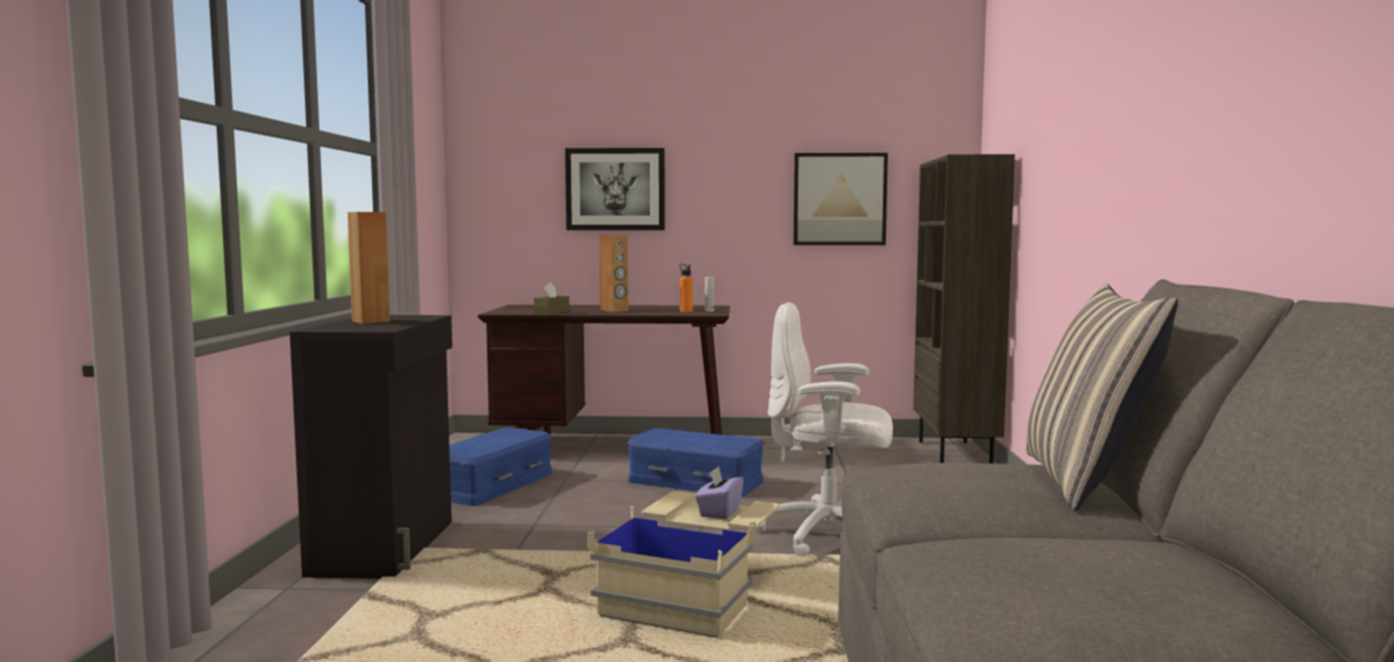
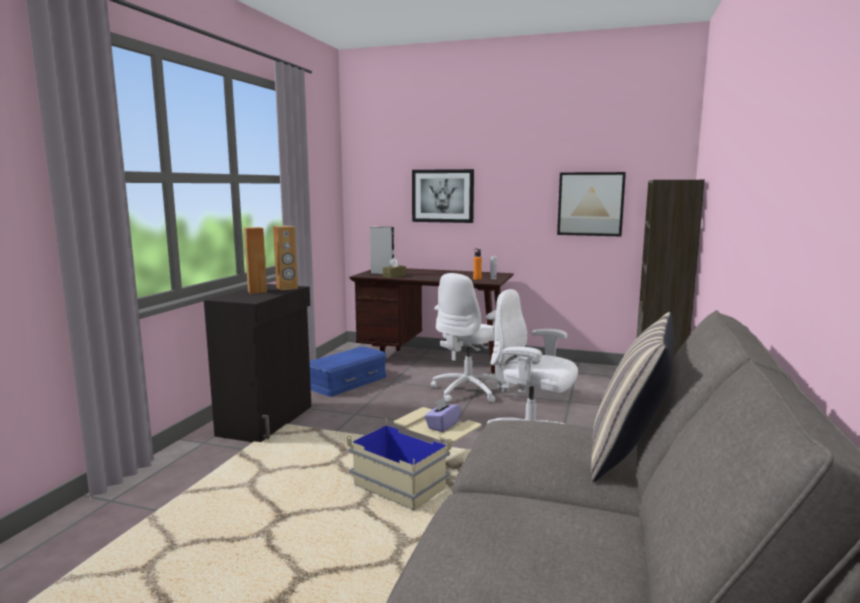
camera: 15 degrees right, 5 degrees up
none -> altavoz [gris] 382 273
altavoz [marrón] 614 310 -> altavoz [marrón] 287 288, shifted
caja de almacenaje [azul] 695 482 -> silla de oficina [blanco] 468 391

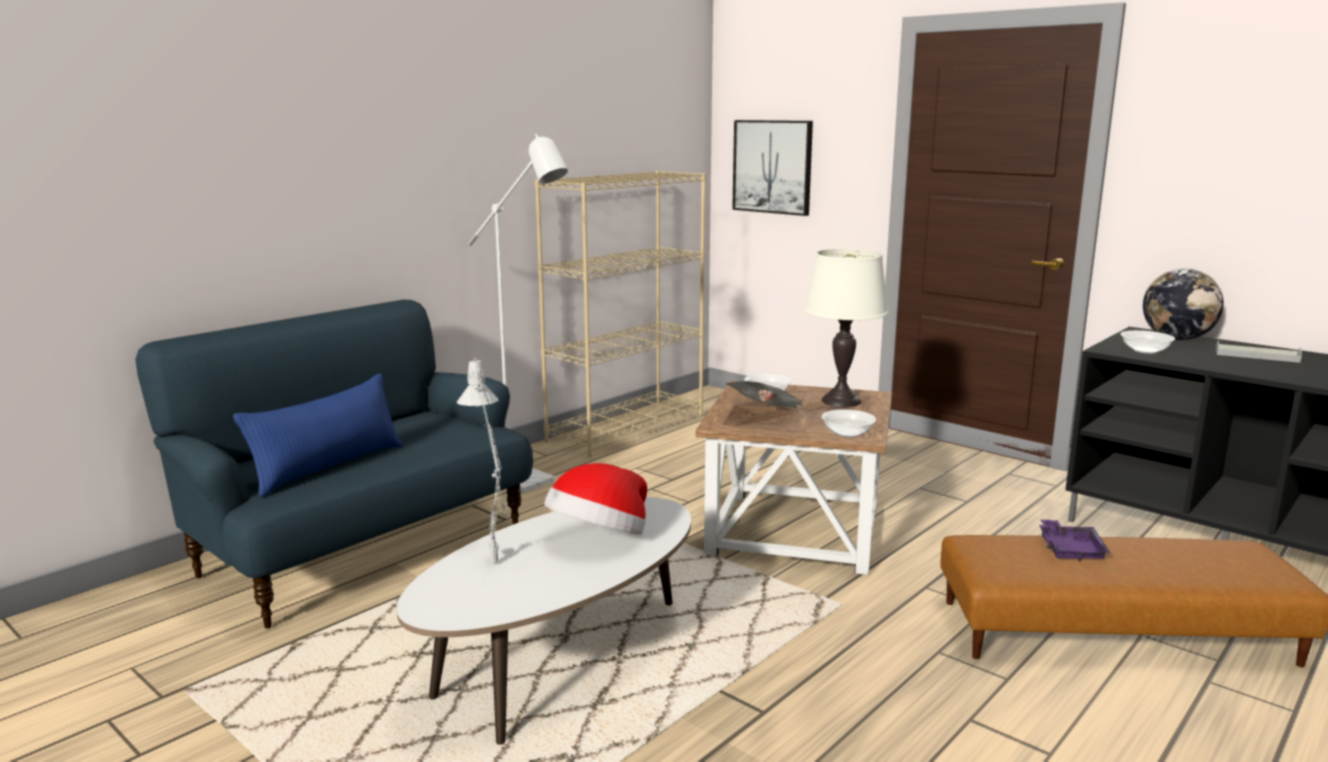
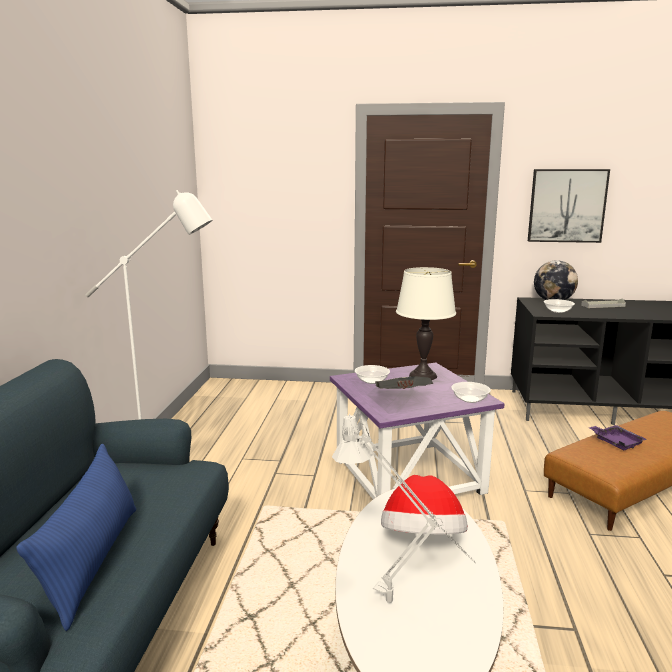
camera: 35 degrees left, 0 degrees up
estantería [beis] 627 427 -> none
cuadro 772 166 -> cuadro 567 206, shifted
mesa auxiliar [marrón] 797 530 -> mesa auxiliar [morado] 409 475

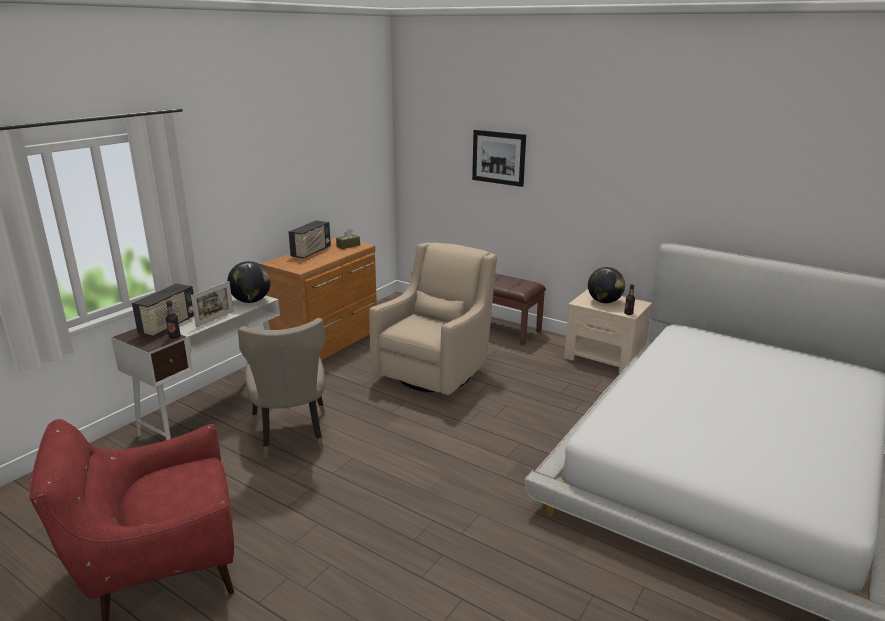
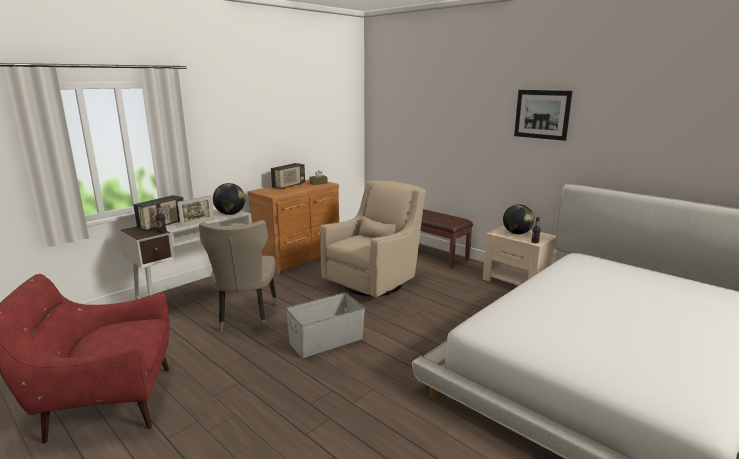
camera: 10 degrees right, 5 degrees down
none -> caja de almacenaje [gris] 326 341
cuadro 498 157 -> cuadro 542 114, shifted

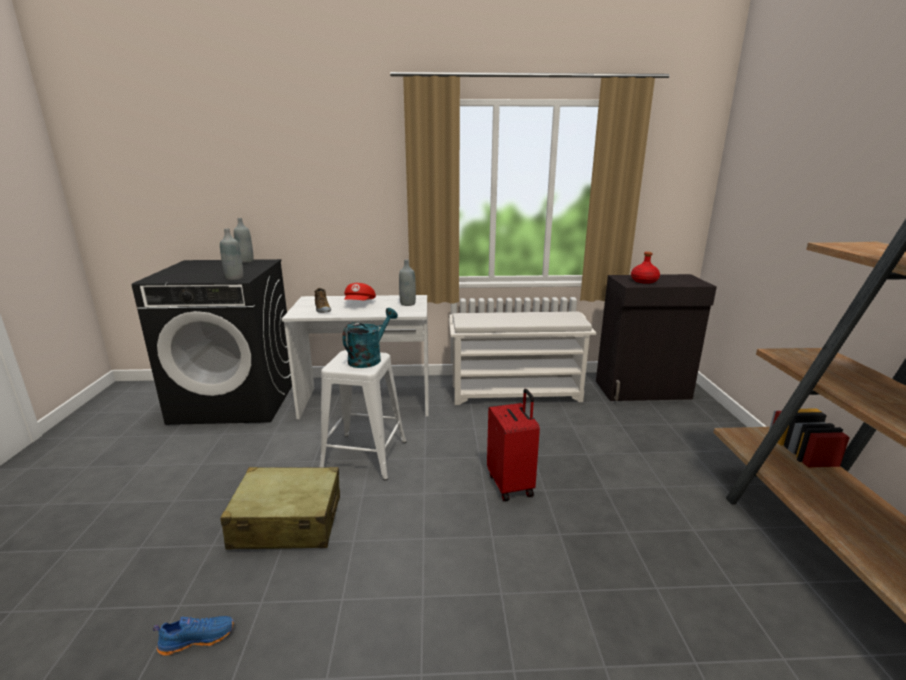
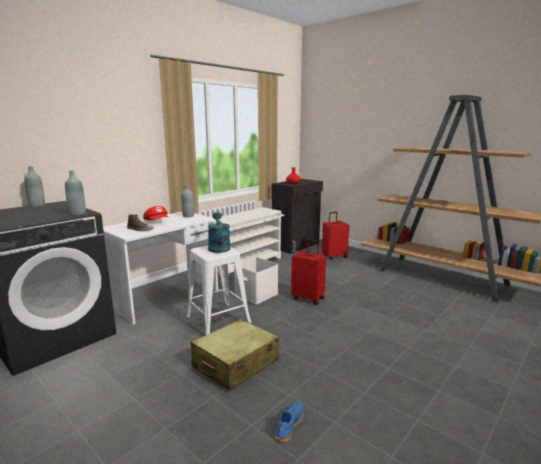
camera: 45 degrees left, 5 degrees down
none -> caja de almacenaje [blanco] 257 294
none -> maleta [rojo] 334 256

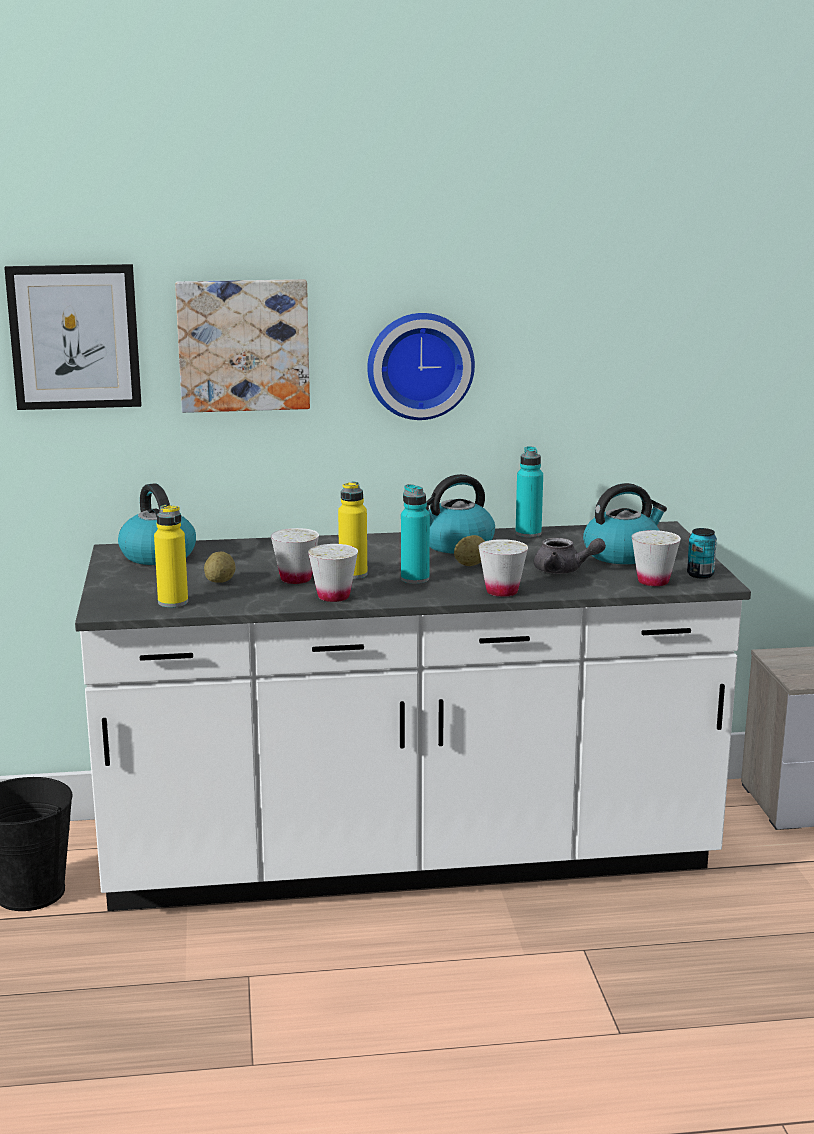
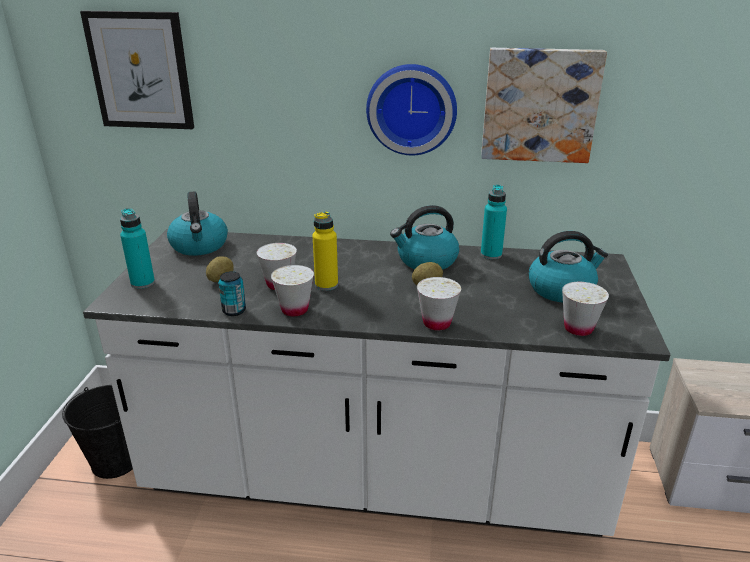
camera: 15 degrees right, 10 degrees up
botella [amarillo] 173 602 -> none
tetera [gris] 564 571 -> none
cuadro 243 344 -> cuadro 539 105, shifted
botella [turquesa] 415 579 -> botella [turquesa] 143 283, shifted
lata 700 574 -> lata 234 311, shifted

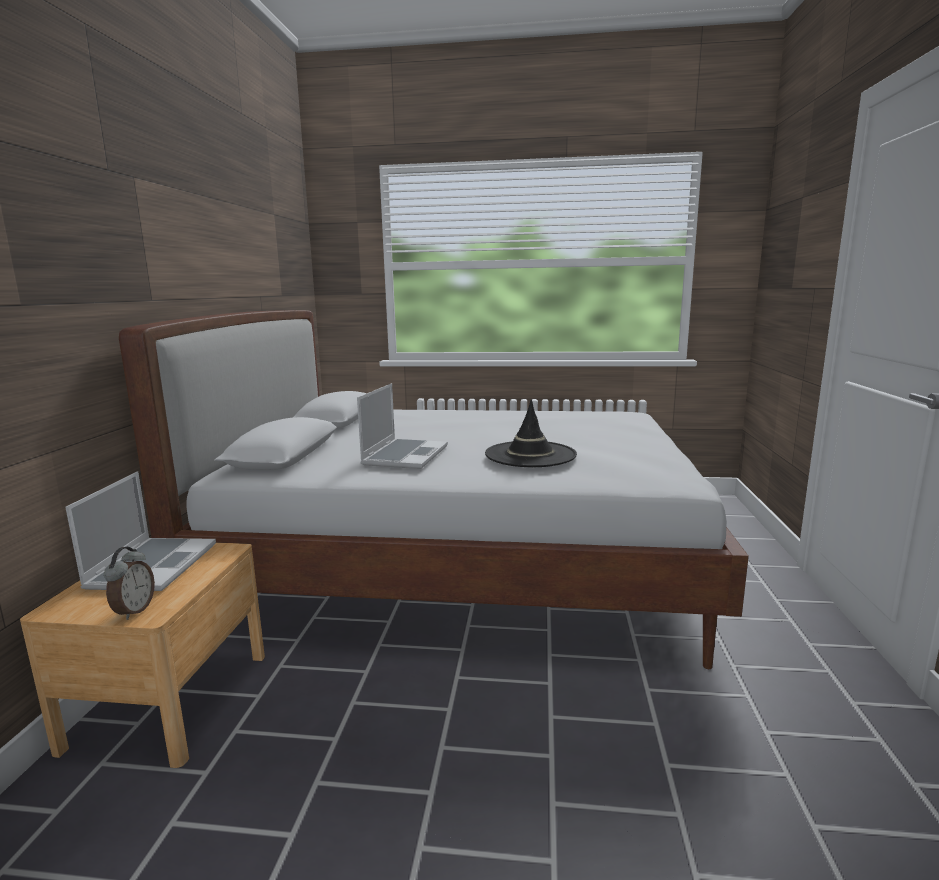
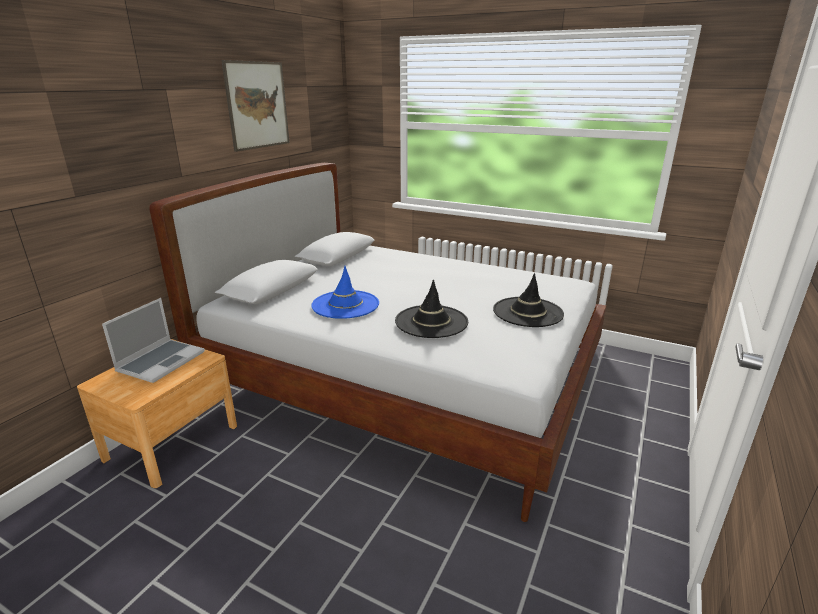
camera: 20 degrees right, 10 degrees up
despertador 133 611 -> none
none -> cuadro 257 105
none -> sombrero [negro] 527 312
portátil 405 455 -> sombrero [azul] 345 304

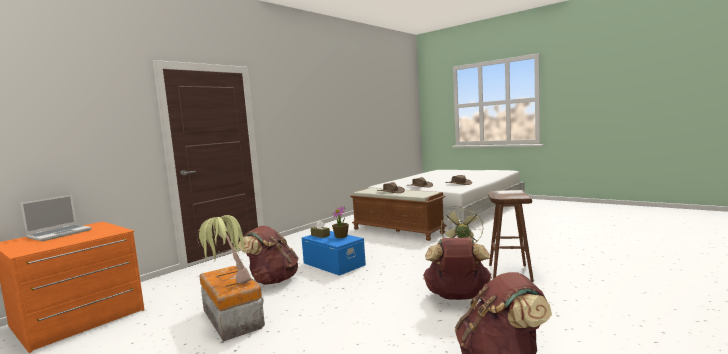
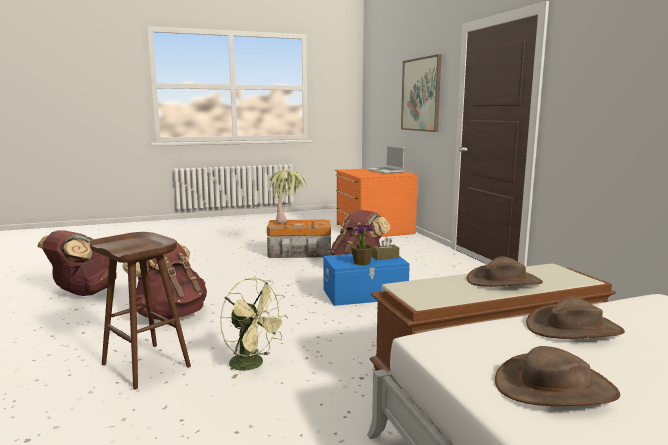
camera: 120 degrees right, 5 degrees up
none -> cuadro 421 94

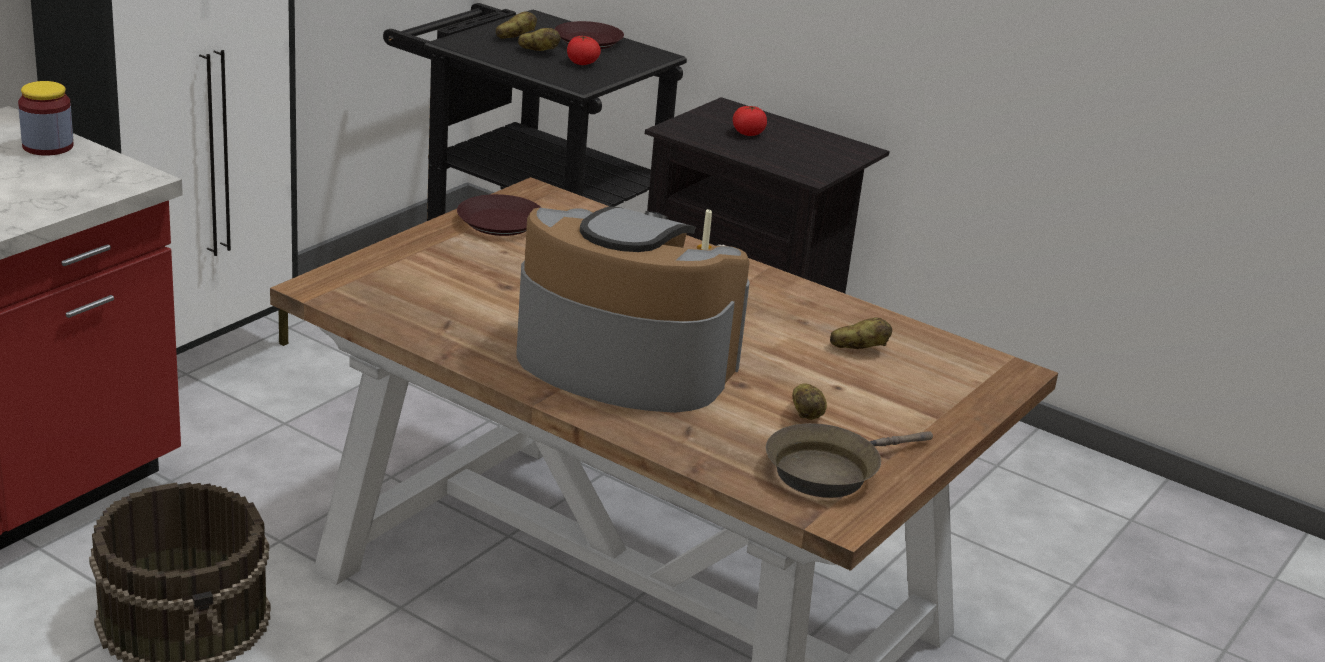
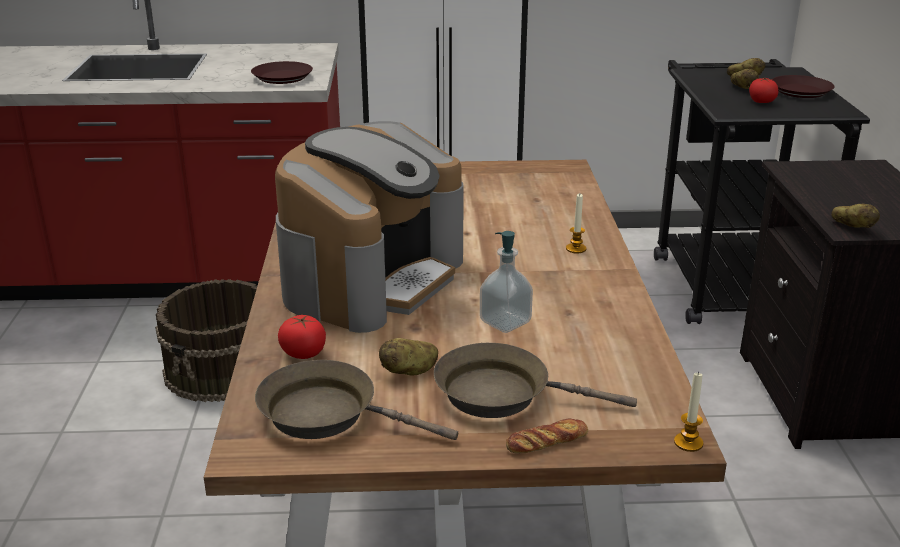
camera: 55 degrees right, 0 degrees up
tarro 48 146 -> none
none -> sartén [marrón] 502 394
none -> dispensador de jabón 505 322
none -> pan 546 442
none -> vela 688 443
plato [marrón] 499 222 -> plato [marrón] 282 77, shifted
tomate 748 133 -> tomate 303 353, shifted
patata 859 349 -> patata 853 227, shifted
cafetera 622 363 -> cafetera 372 278, 45 degrees clockwise

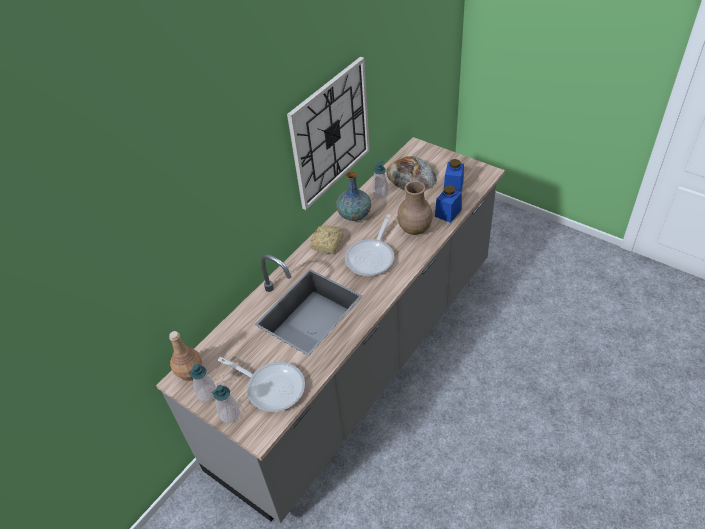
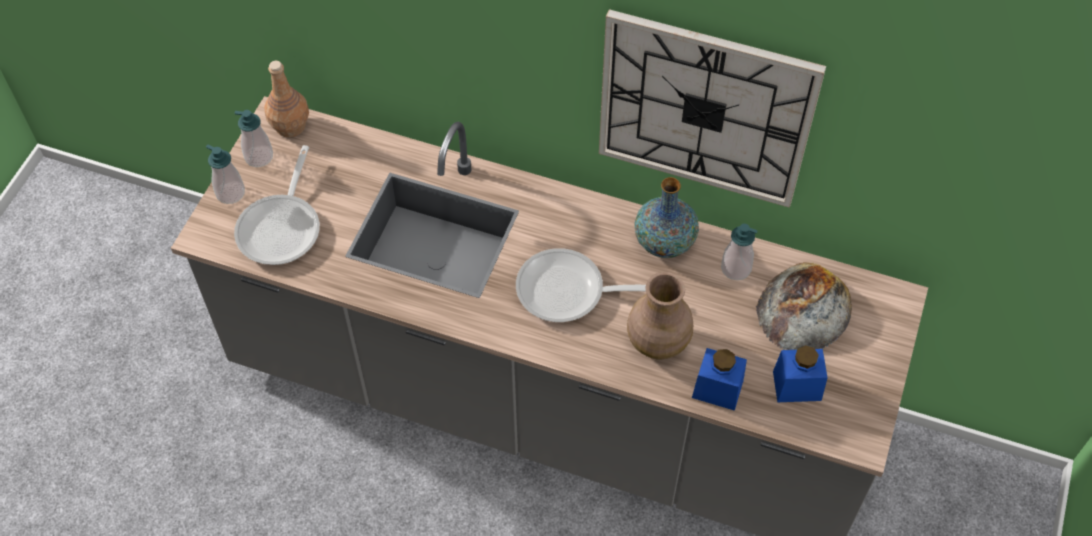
camera: 70 degrees right, 10 degrees up
pan 328 243 -> none

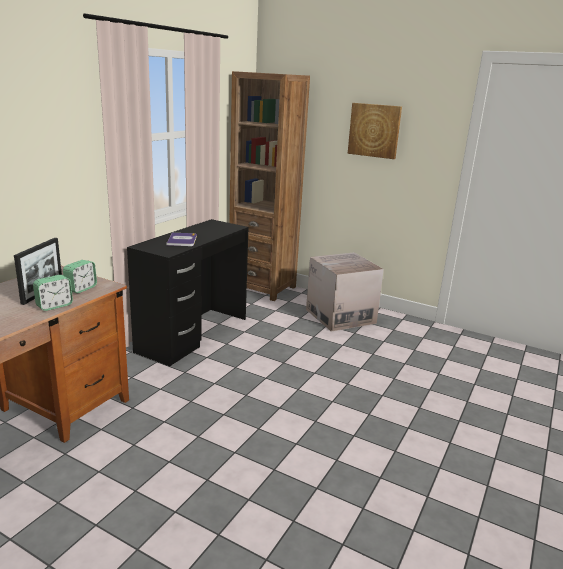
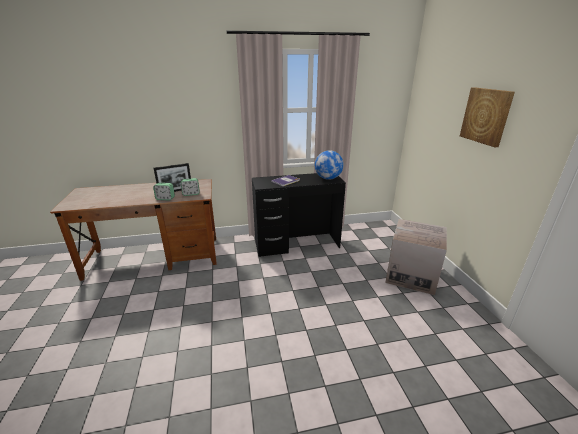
camera: 50 degrees right, 5 degrees up
estantería [marrón] 262 287 -> none
none -> globo terráqueo 328 178

